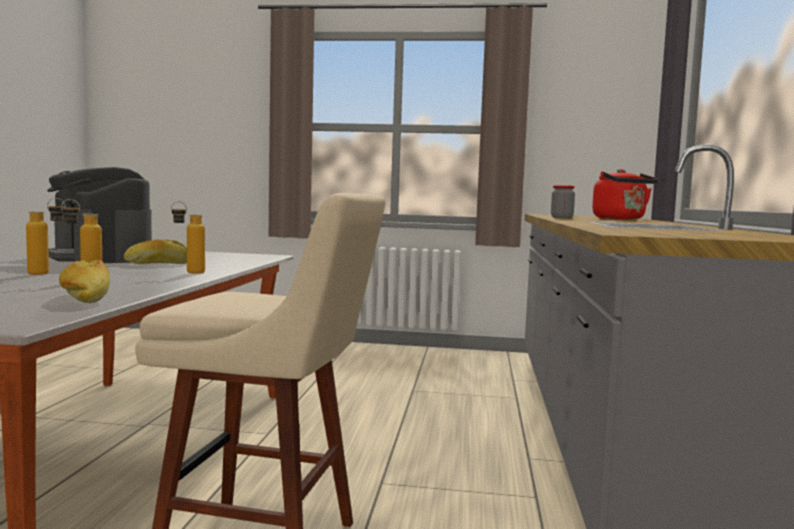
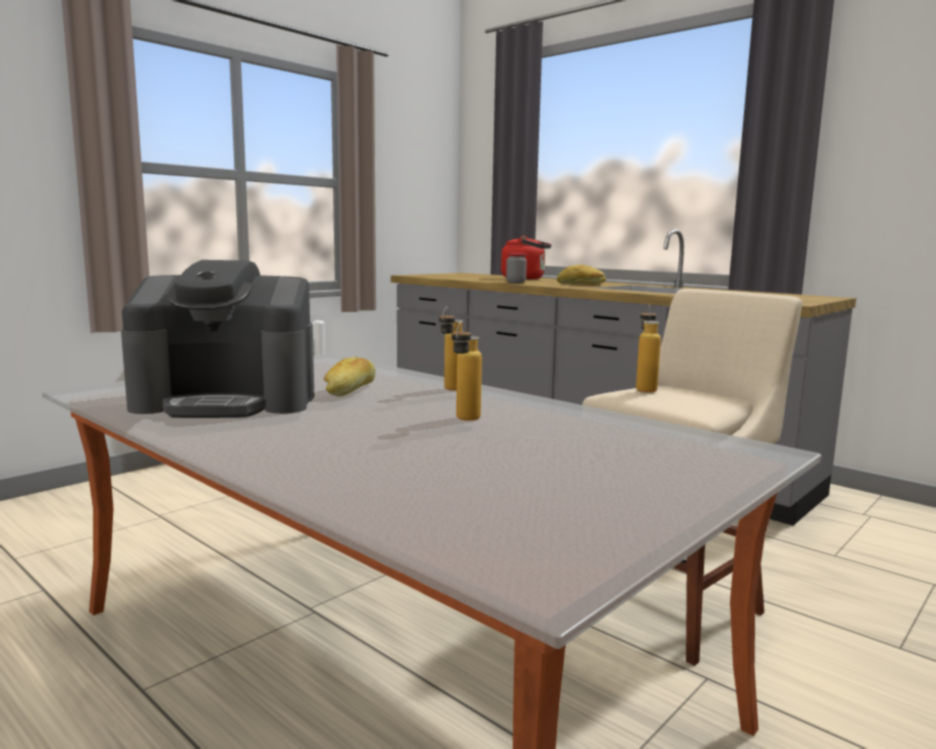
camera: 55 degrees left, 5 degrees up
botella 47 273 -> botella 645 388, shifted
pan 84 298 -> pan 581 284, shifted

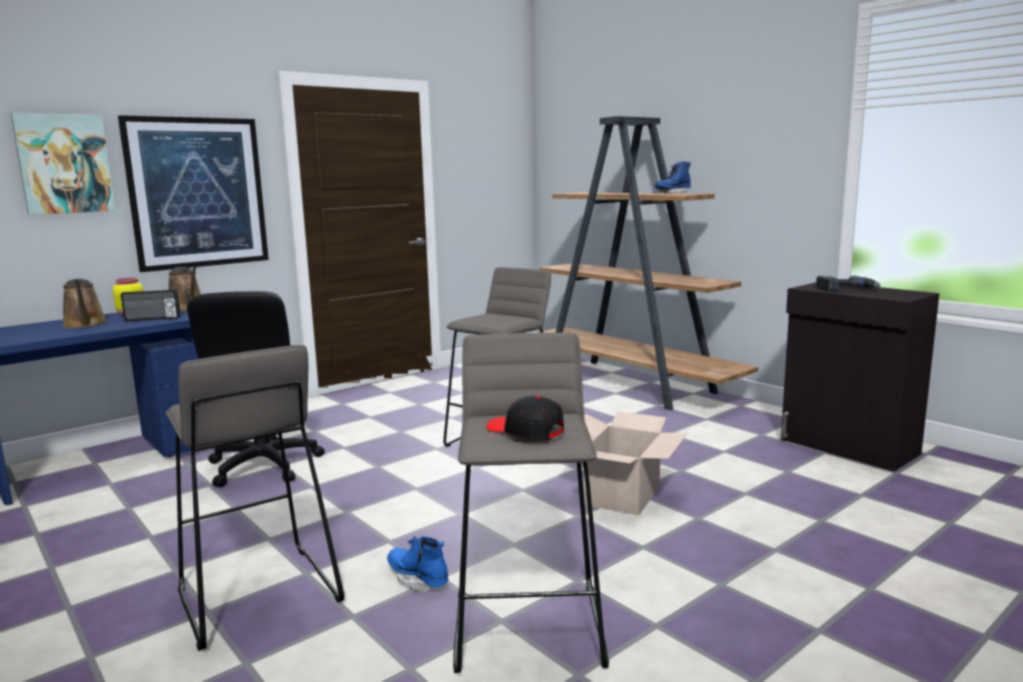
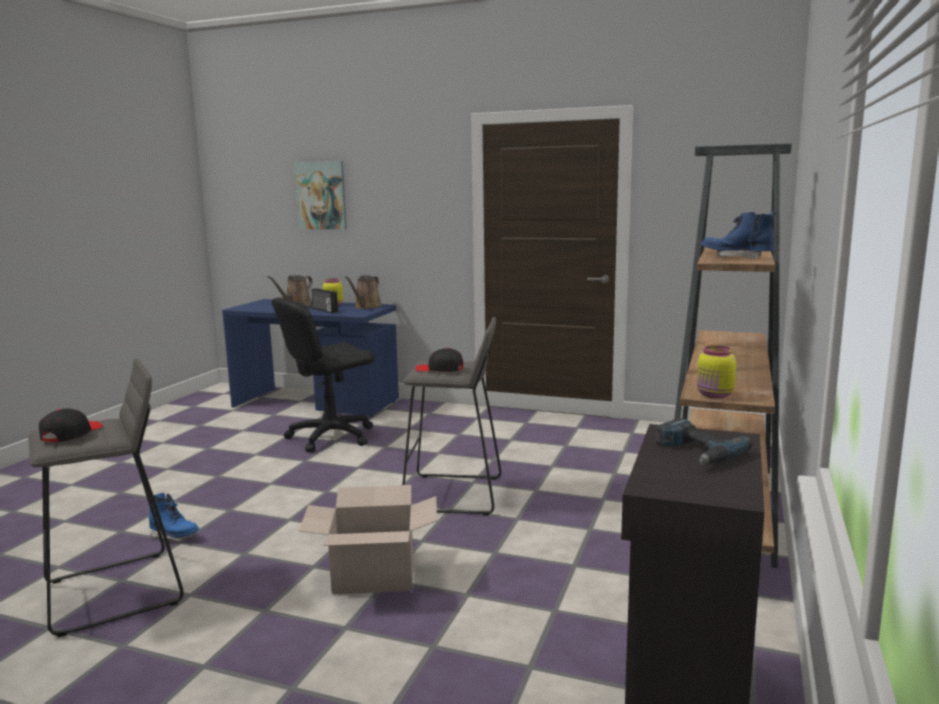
camera: 60 degrees right, 0 degrees up
cuadro 198 193 -> none
taburete [gris] 257 596 -> none
none -> gorra [negro] 439 369
none -> tarro [amarillo] 715 395
bota [azul] 418 580 -> bota [azul] 174 536, 105 degrees clockwise

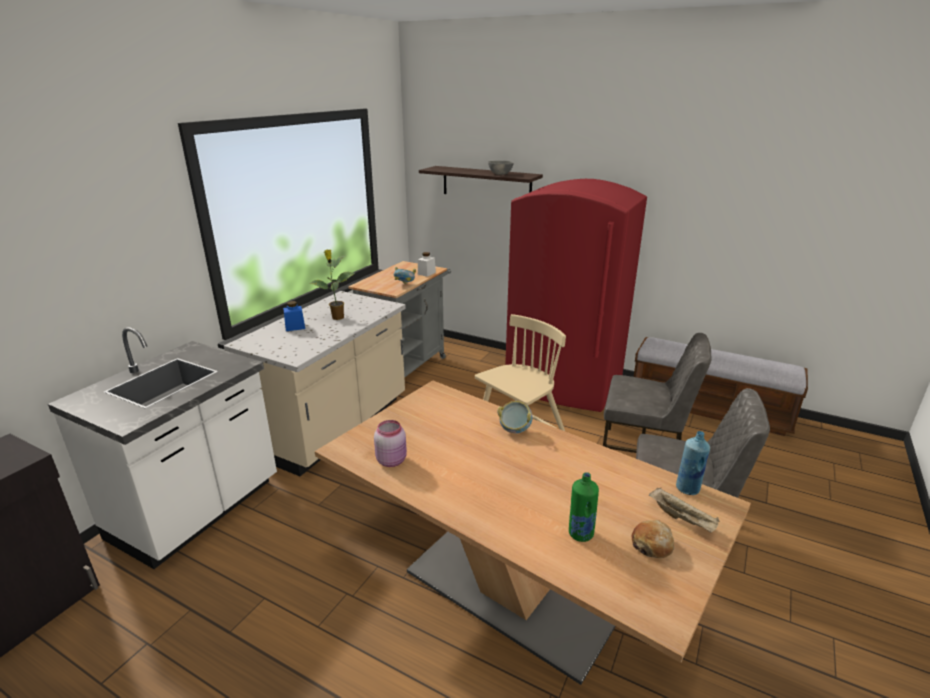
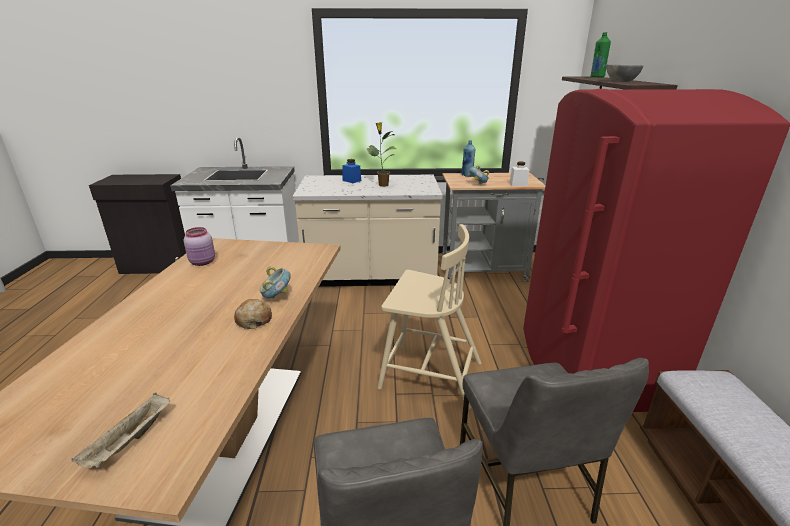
camera: 60 degrees right, 0 degrees up
botella [verde] 580 534 -> botella [verde] 597 77, shifted
pan 652 544 -> pan 253 320, shifted
botella [azul] 687 489 -> botella [azul] 467 175, shifted

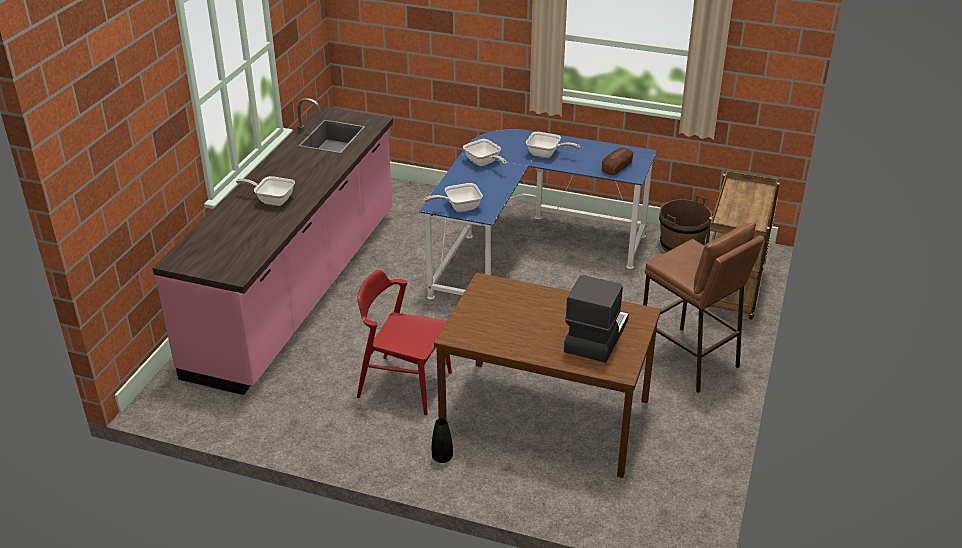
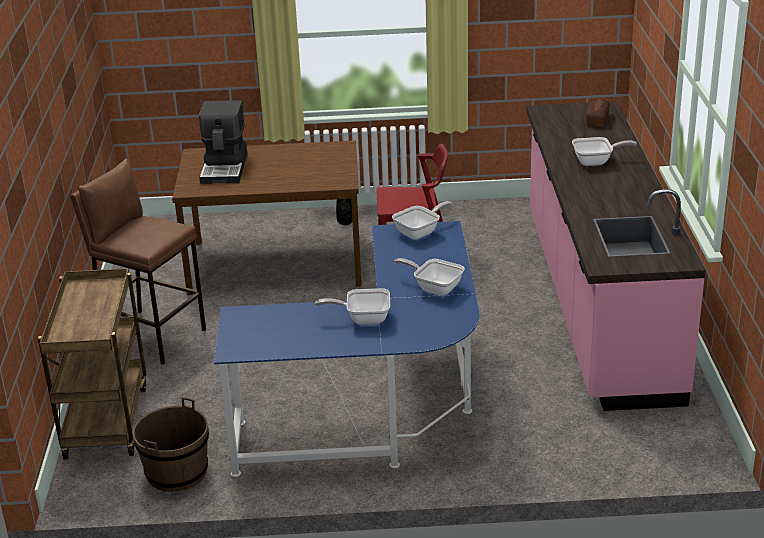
camera: 160 degrees right, 5 degrees down
pan 617 167 -> pan 597 120, shifted

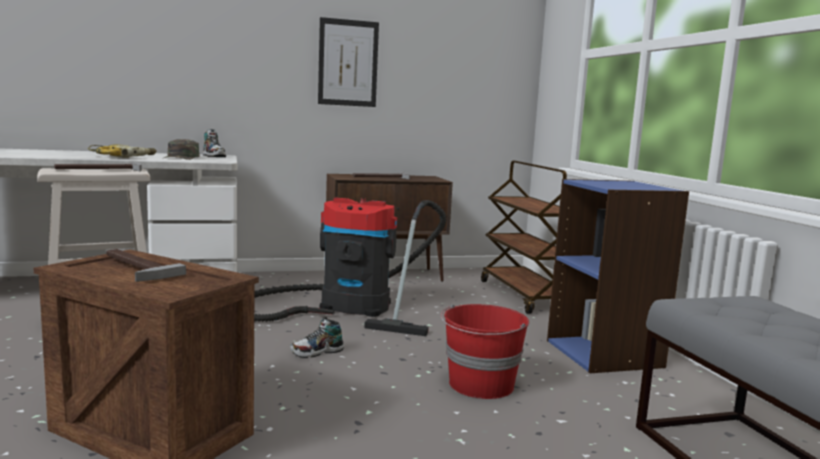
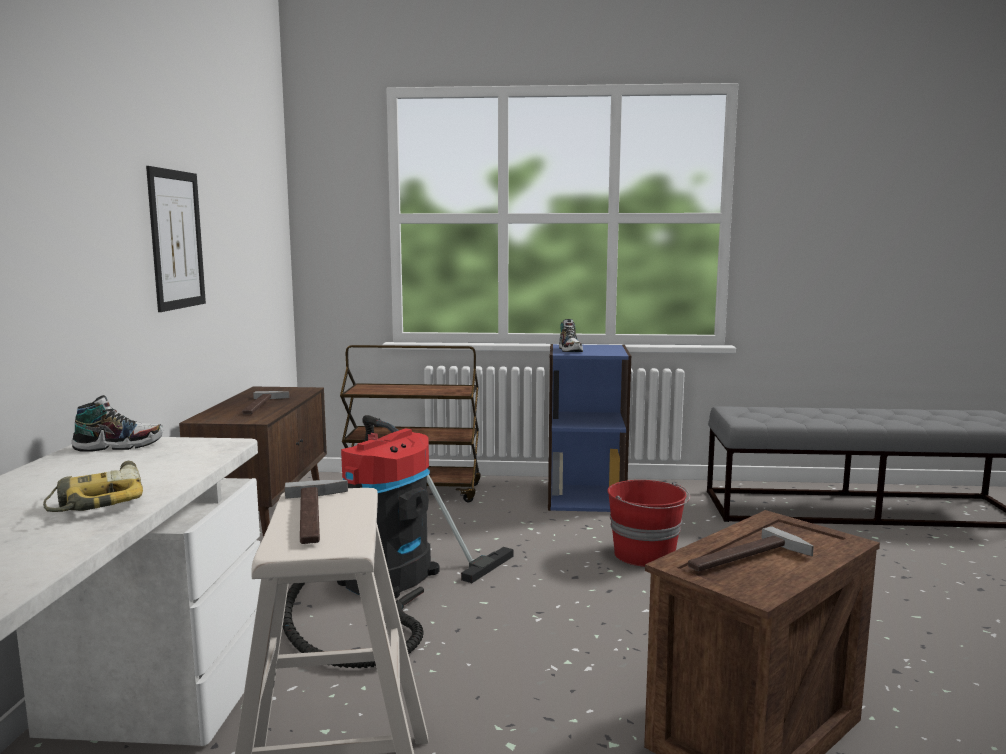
camera: 70 degrees left, 0 degrees up
gorra [verde] 181 157 -> none
zapato 317 352 -> zapato 570 350, shifted

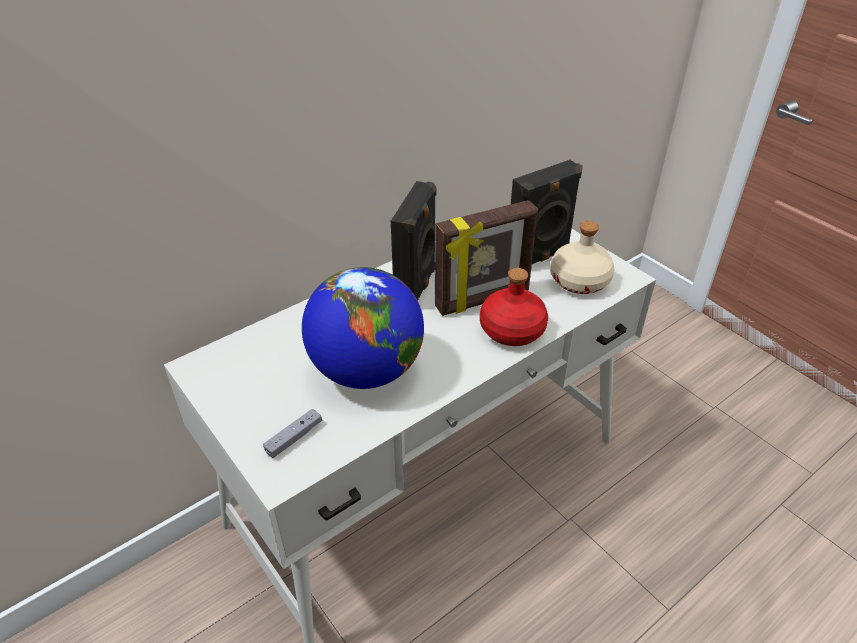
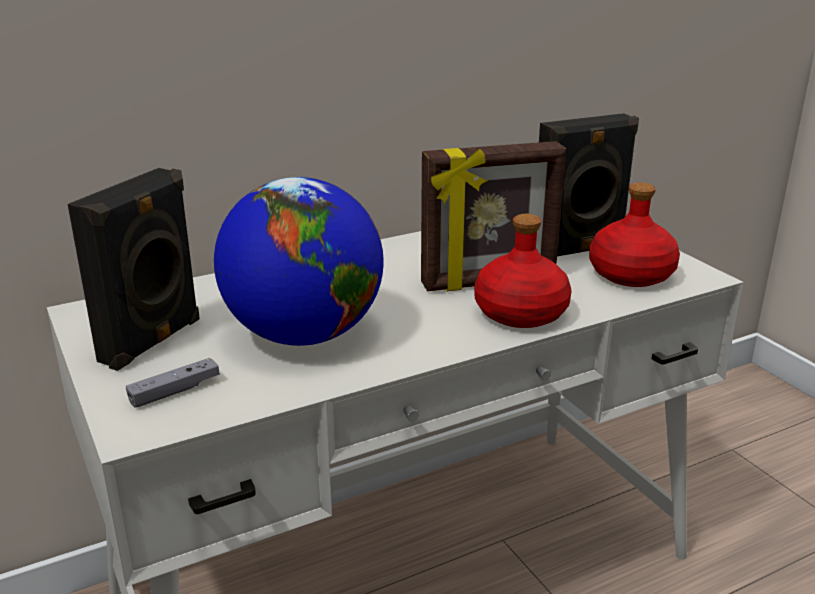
camera: 10 degrees right, 15 degrees down
altavoz [negro] 417 288 -> altavoz [negro] 153 341, shifted
botella [beis] 579 281 -> botella [rojo] 631 275

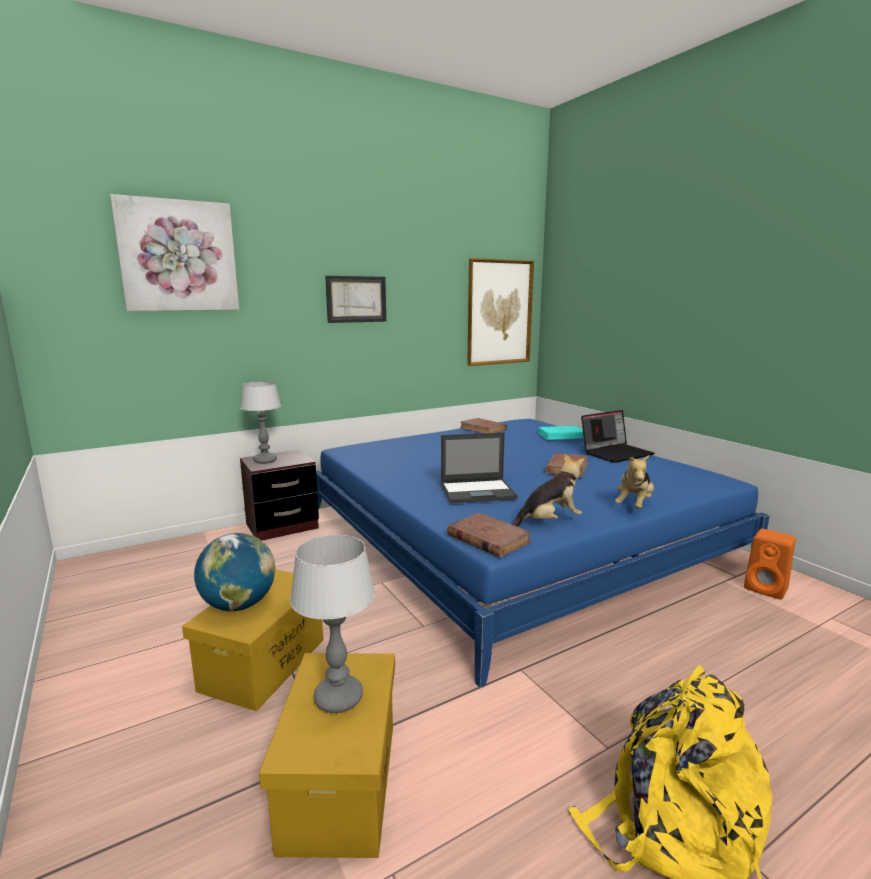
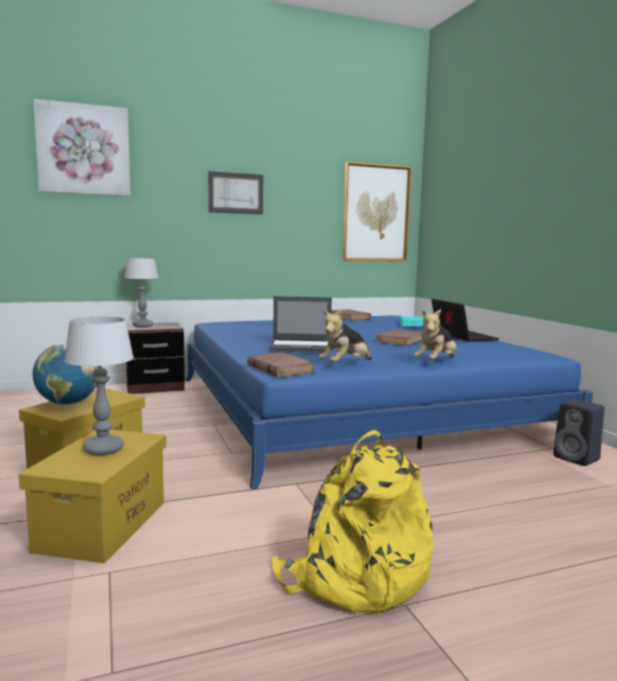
camera: 10 degrees right, 5 degrees down
altavoz [naranja] 767 589 -> altavoz [negro] 577 458
peluche 549 521 -> peluche 345 365, 150 degrees clockwise
portátil 616 453 -> portátil 462 337, 90 degrees counterclockwise

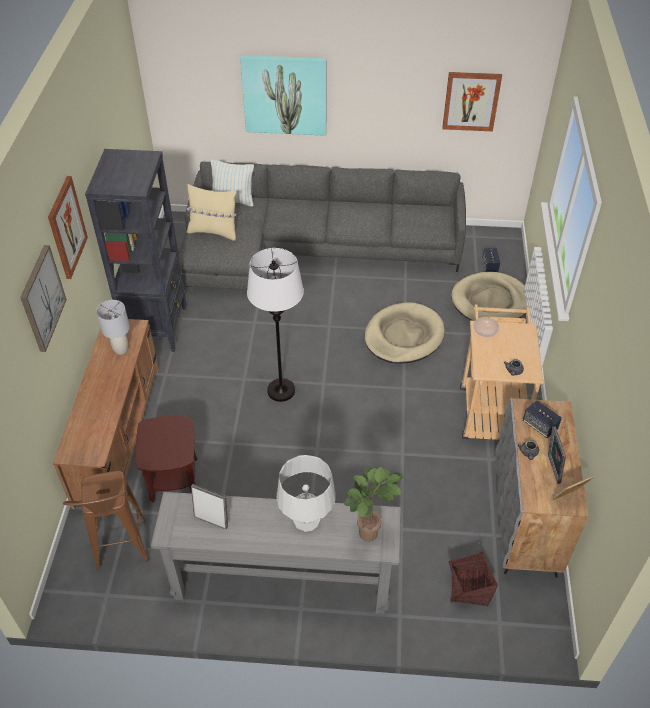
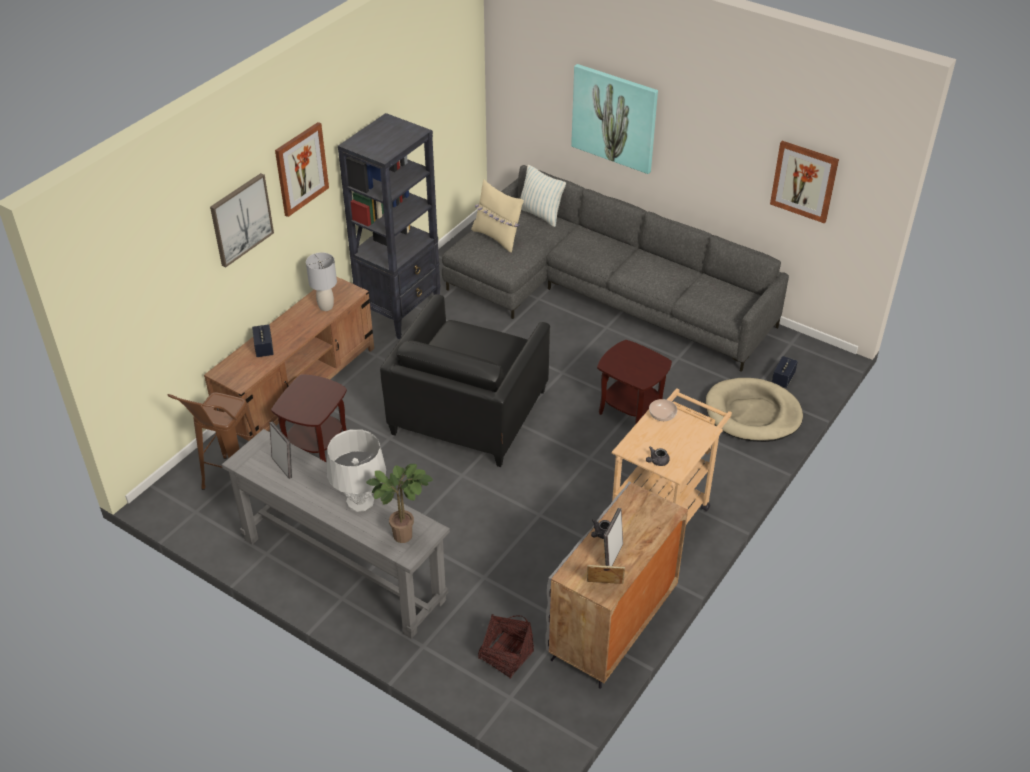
camera: 30 degrees right, 5 degrees down
altavoz 539 426 -> altavoz 264 348, shifted
lámpara de pie [blanco] 281 391 -> sillón [negro] 469 411
cama para perro [beis] 403 336 -> mesa auxiliar [marrón] 630 410

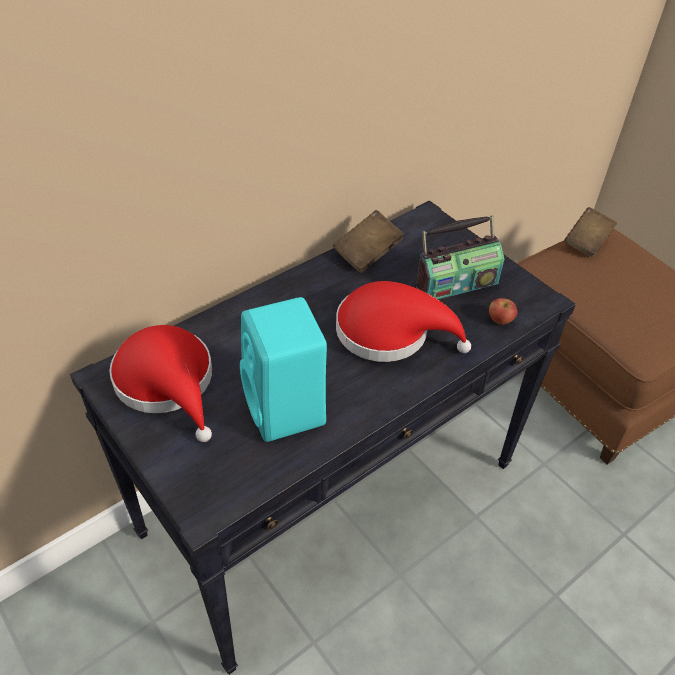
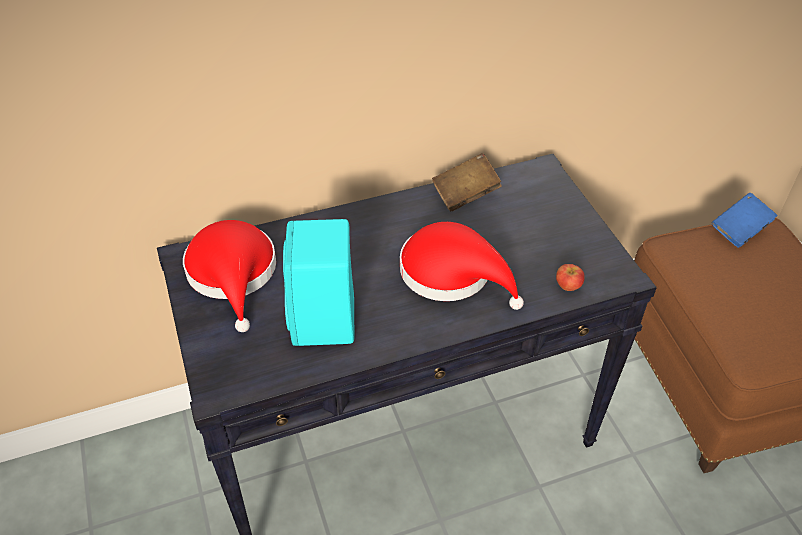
camera: 20 degrees right, 0 degrees up
radio 456 283 -> none
libro [marrón] 587 242 -> libro [azul] 739 230

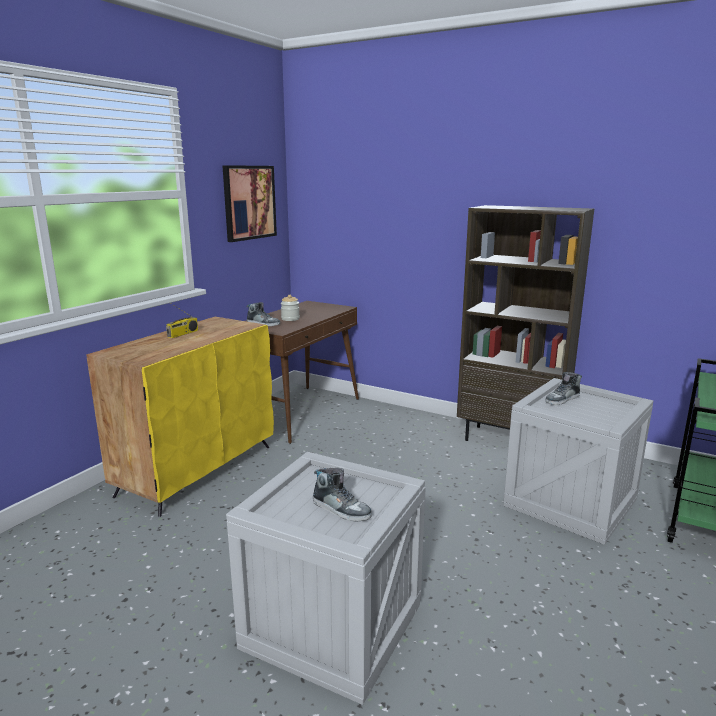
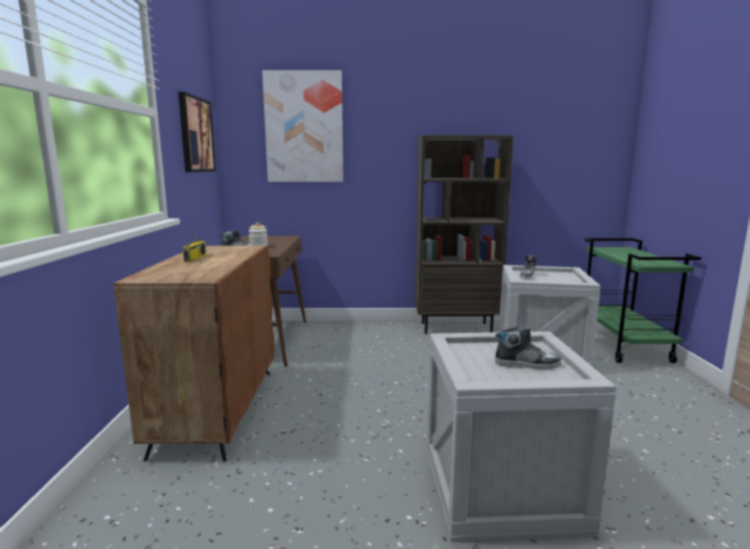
camera: 30 degrees left, 5 degrees down
none -> cuadro 304 127
armario [amarillo] 197 470 -> armario [marrón] 217 409

